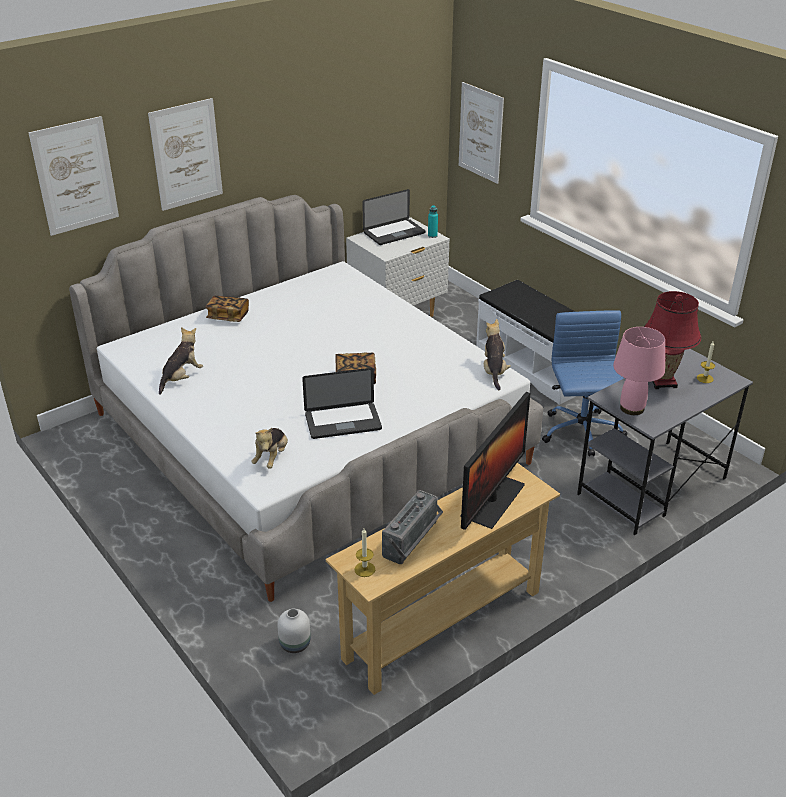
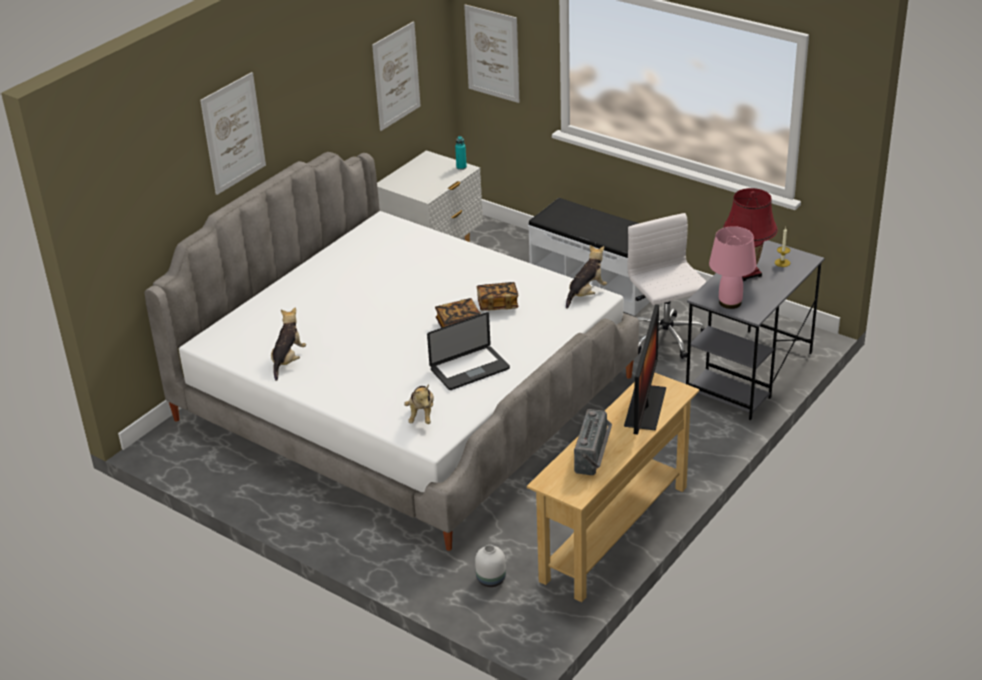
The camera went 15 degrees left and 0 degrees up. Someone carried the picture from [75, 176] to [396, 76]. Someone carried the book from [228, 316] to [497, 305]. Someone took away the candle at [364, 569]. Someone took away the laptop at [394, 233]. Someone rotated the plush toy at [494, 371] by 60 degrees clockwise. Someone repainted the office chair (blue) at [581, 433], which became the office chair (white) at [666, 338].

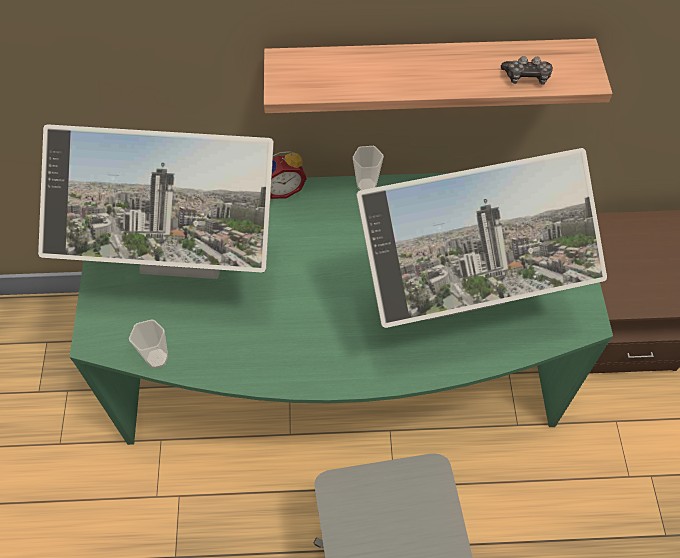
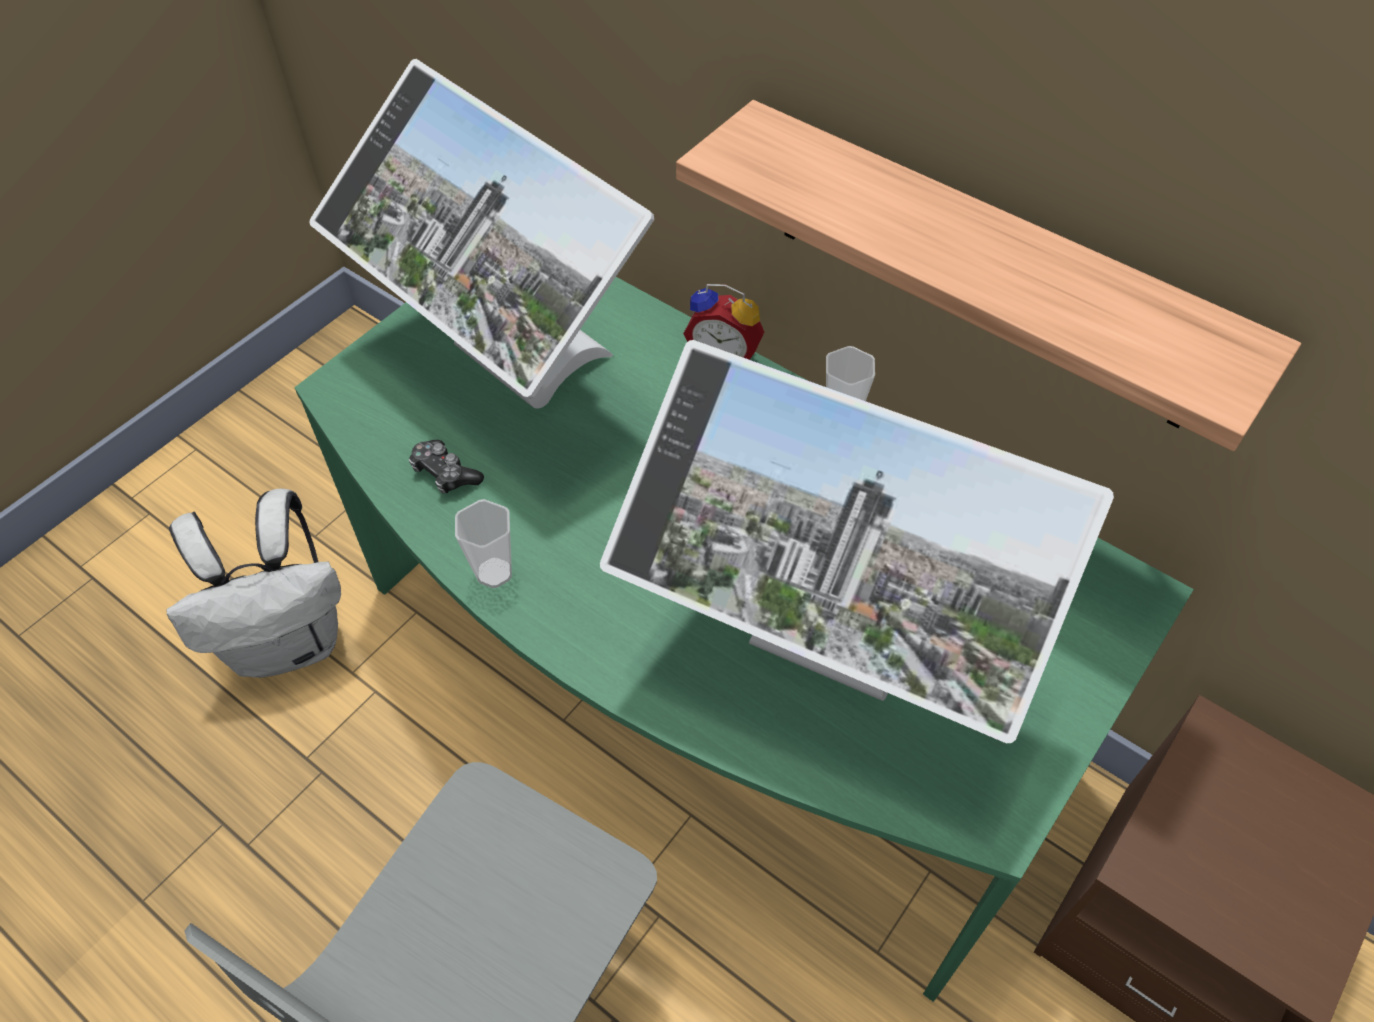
The camera went 40 degrees right and 5 degrees down. Someone carried the cup from [157, 358] to [494, 572]. Someone carried the game controller from [526, 77] to [445, 473]. Someone put down the backpack (white) at [290, 642].

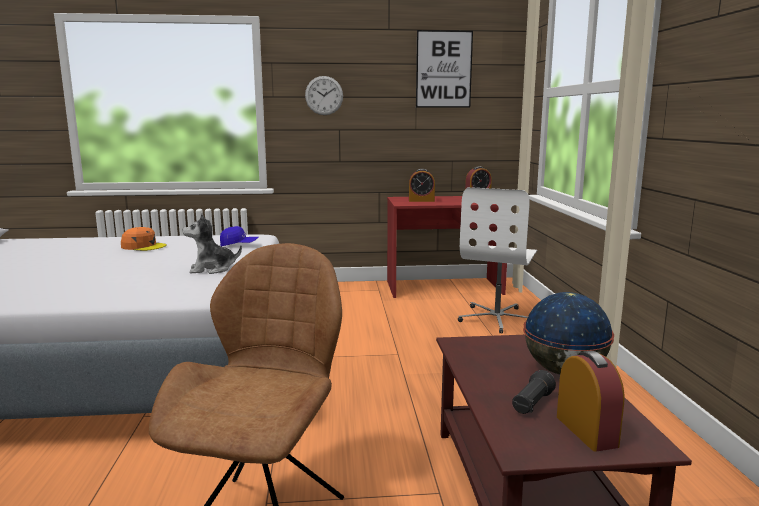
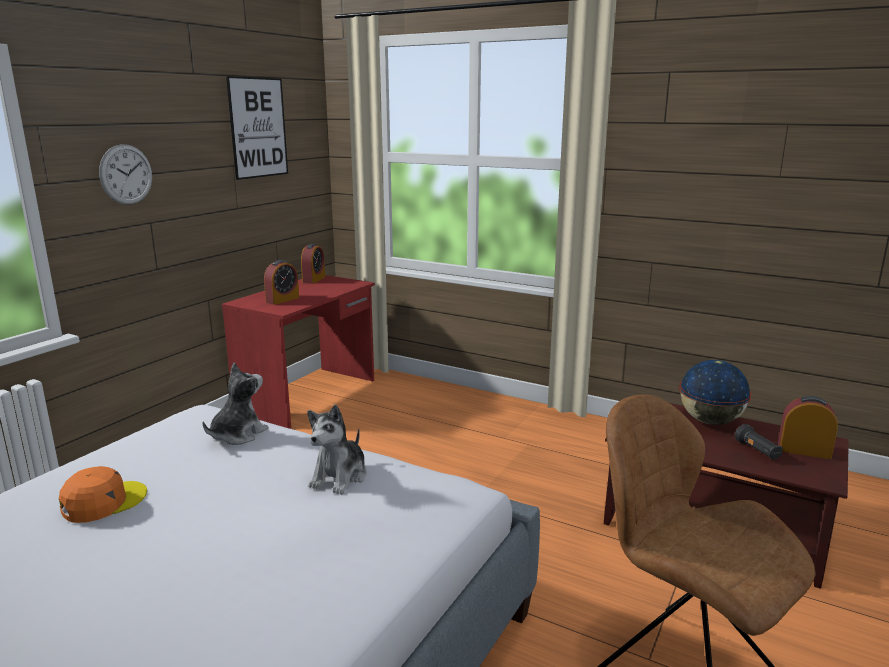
The camera went 55 degrees left and 5 degrees up. Someone swapped the cap (blue) at [239, 245] for the plush toy at [237, 434]. Someone took away the office chair (white) at [497, 319].

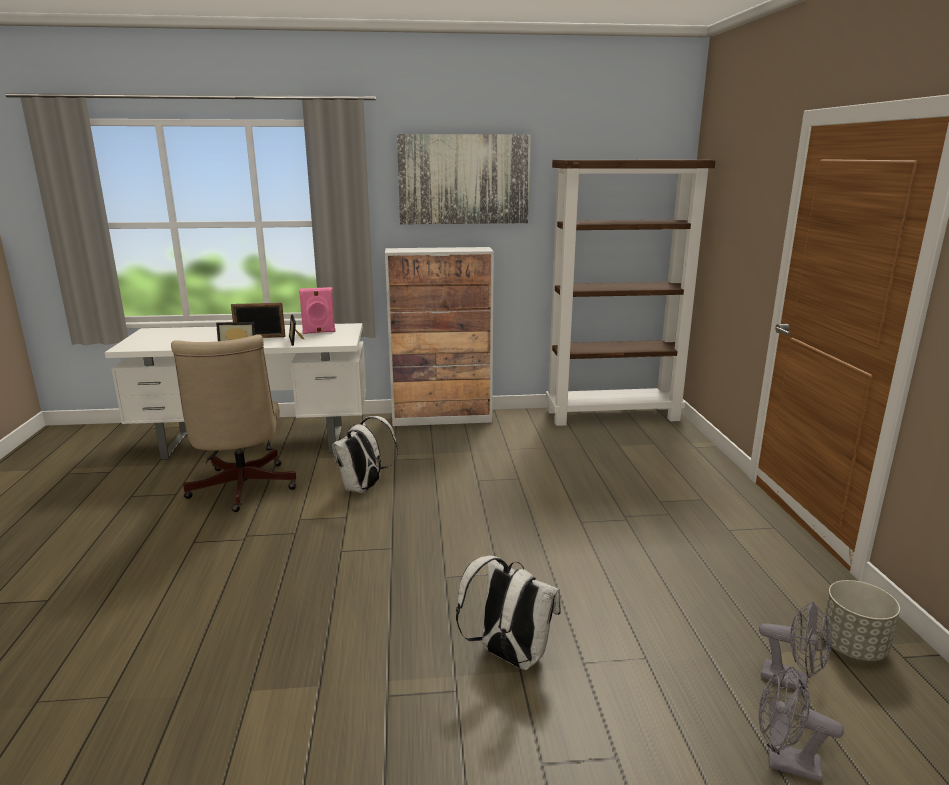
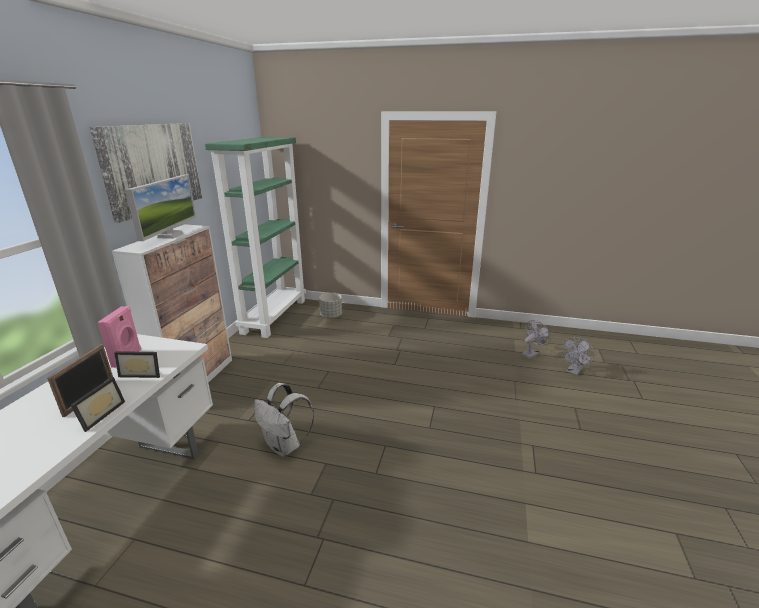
The camera went 70 degrees left and 5 degrees up. Someone took away the office chair (beige) at [241, 490]. Someone took away the backpack (white) at [508, 656]. Someone repainted the bookcase (brown) at [613, 415], which became the bookcase (green) at [274, 316]. Someone carried the planter (grey) from [852, 647] to [331, 316]. Someone put down the monitor at [170, 235].

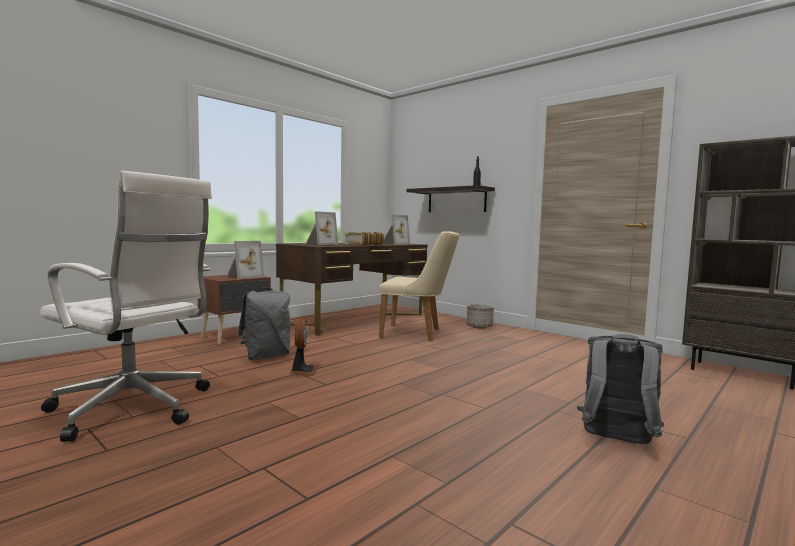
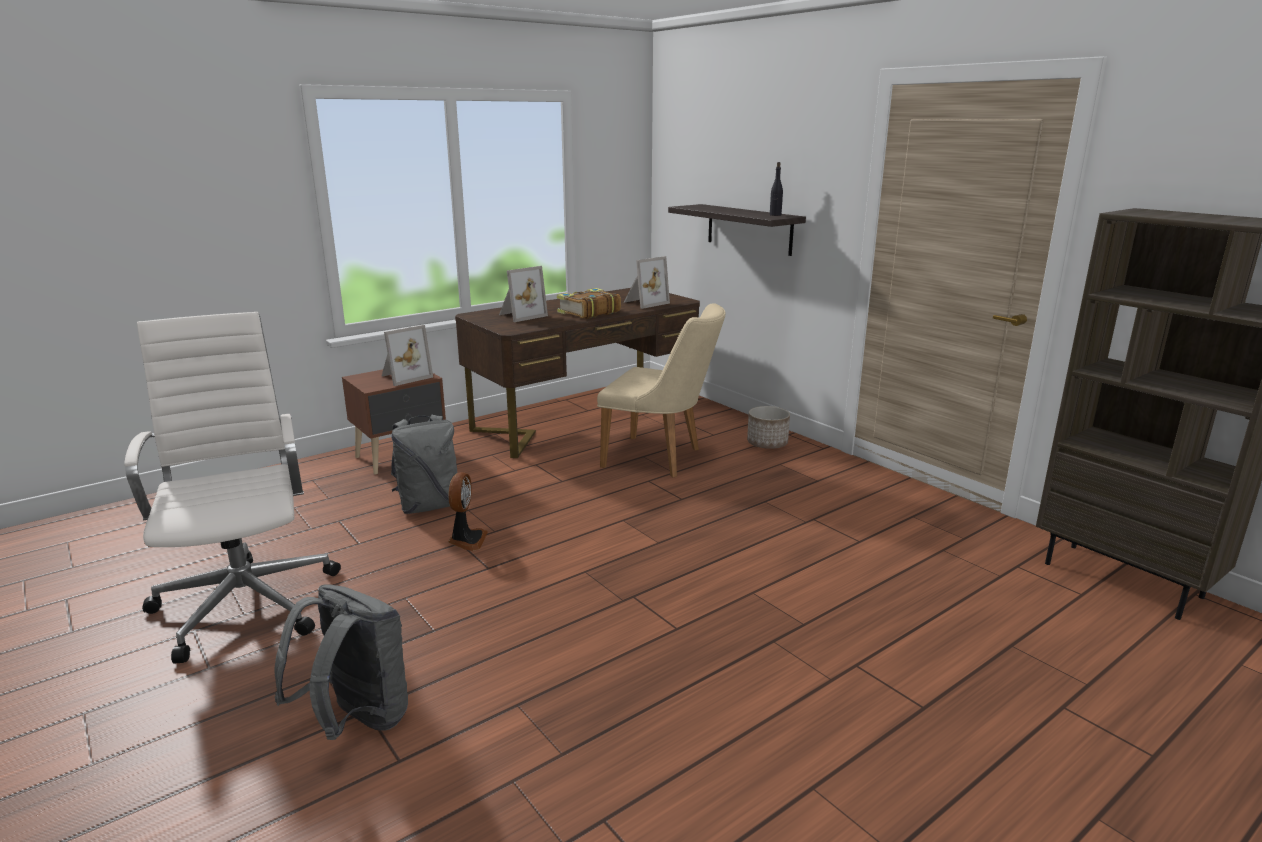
The camera went 10 degrees right and 15 degrees up. Someone rotated the office chair (white) at [134, 409] by 150 degrees counterclockwise. Someone carried the backpack (grey) from [616, 441] to [357, 721].

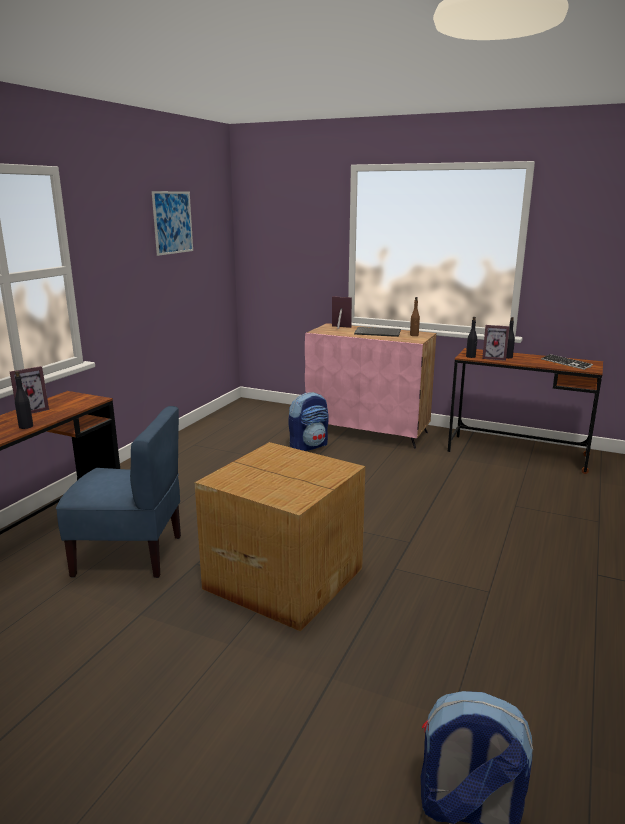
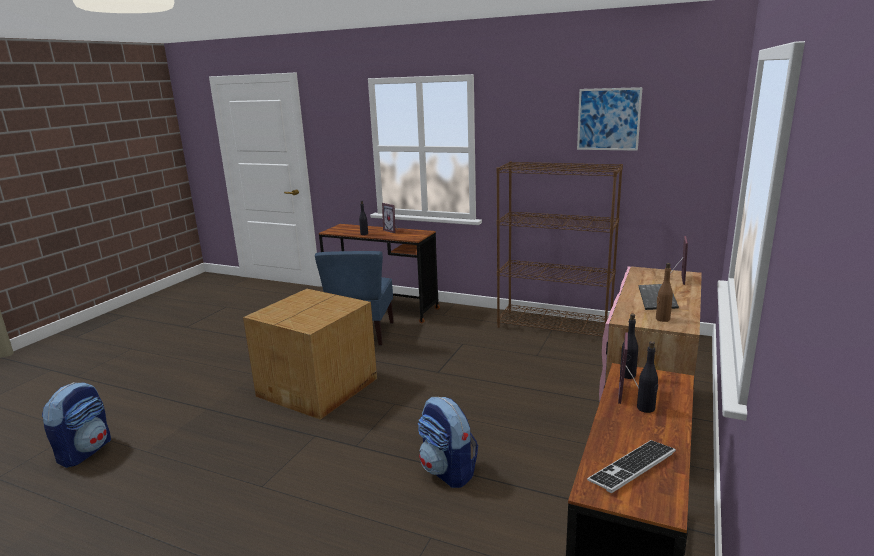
The camera went 90 degrees right and 0 degrees up. Someone carried the backpack from [309, 446] to [448, 471]. Someone put down the bookcase (brown) at [554, 326].

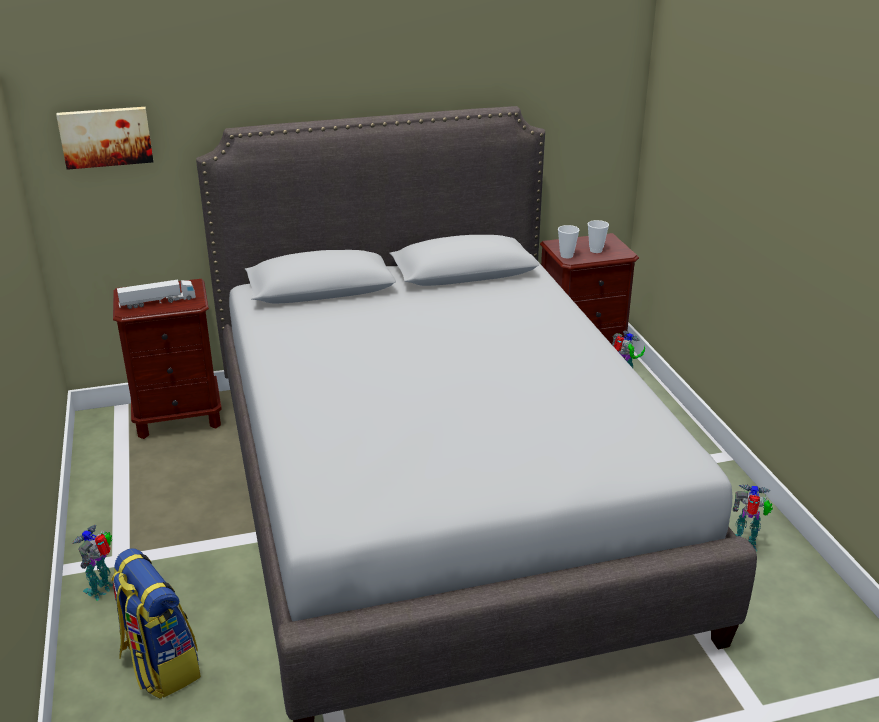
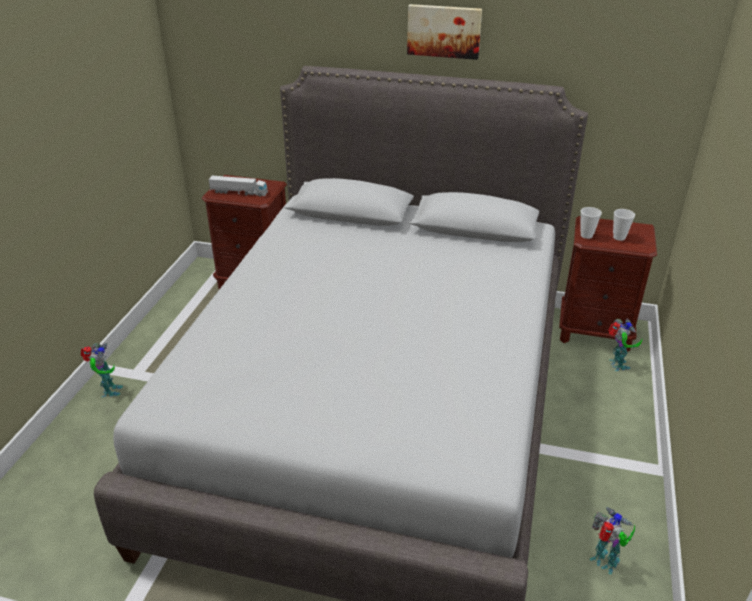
The camera went 30 degrees right and 5 degrees up. Someone carried the picture from [106, 136] to [444, 31]. Someone rotated the toy robot at [102, 589] by 120 degrees clockwise. Someone took away the backpack at [159, 665].

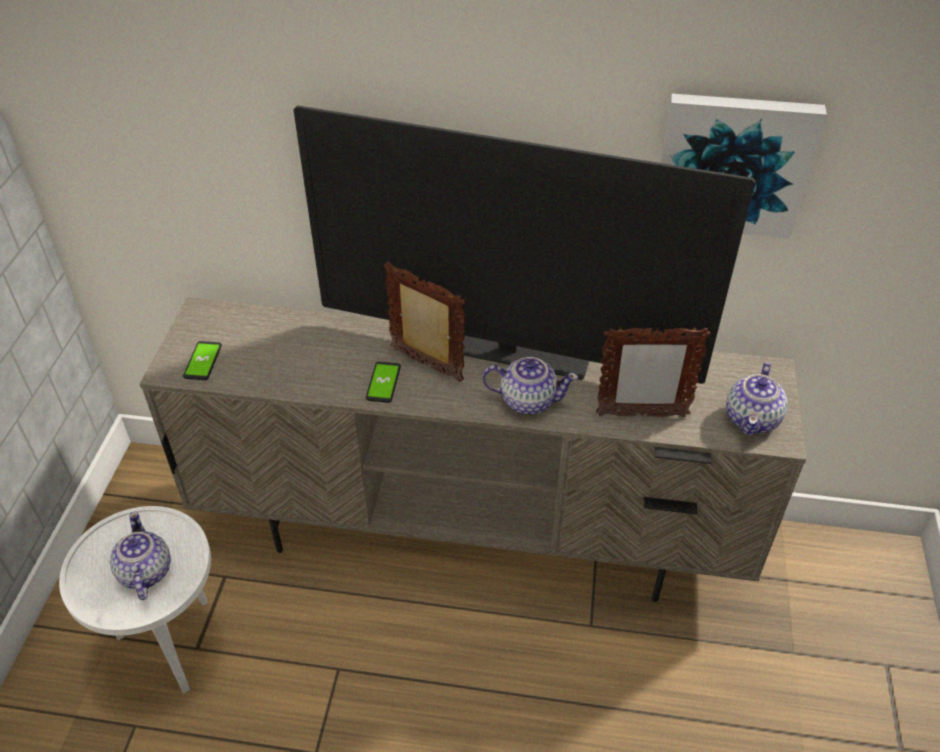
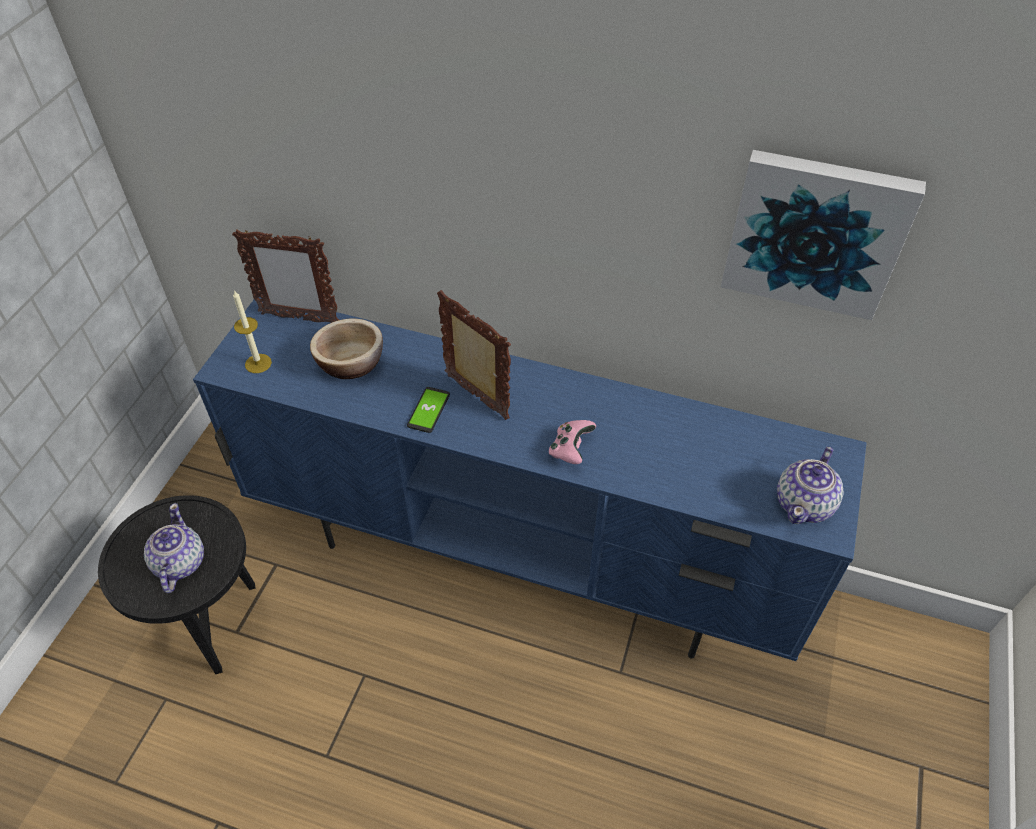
The camera went 10 degrees right and 5 degrees up. Someone repainted the side table (white) at [172, 648], which became the side table (black) at [214, 628]. Someone repainted the tv stand (beige) at [473, 535], which became the tv stand (blue) at [522, 559]. Someone swapped the phone at [203, 361] for the candle at [258, 363]. Someone took away the television at [506, 353]. Someone swapped the teapot at [527, 400] for the game controller (pink) at [570, 449]. Someone carried the picture frame from [641, 415] to [299, 318]. Someone put down the bowl at [351, 363].

